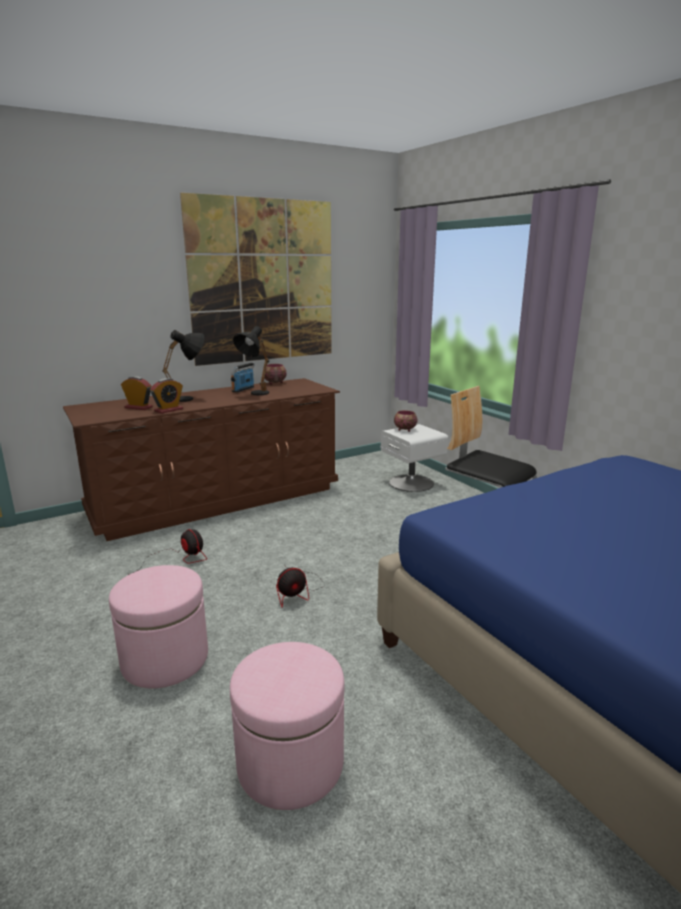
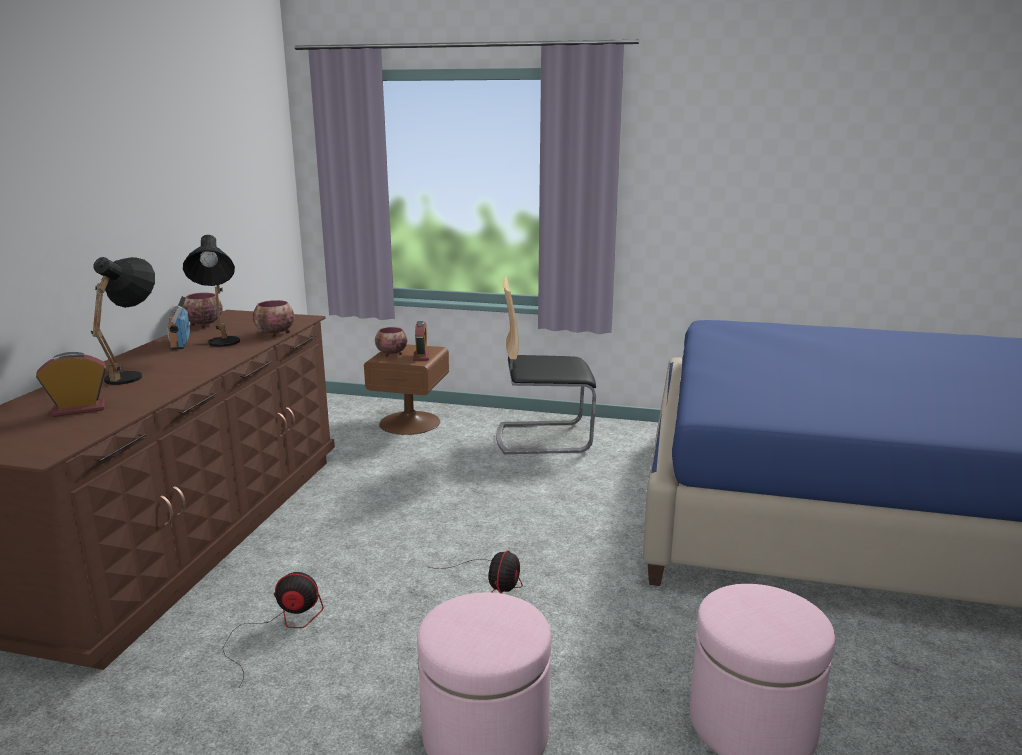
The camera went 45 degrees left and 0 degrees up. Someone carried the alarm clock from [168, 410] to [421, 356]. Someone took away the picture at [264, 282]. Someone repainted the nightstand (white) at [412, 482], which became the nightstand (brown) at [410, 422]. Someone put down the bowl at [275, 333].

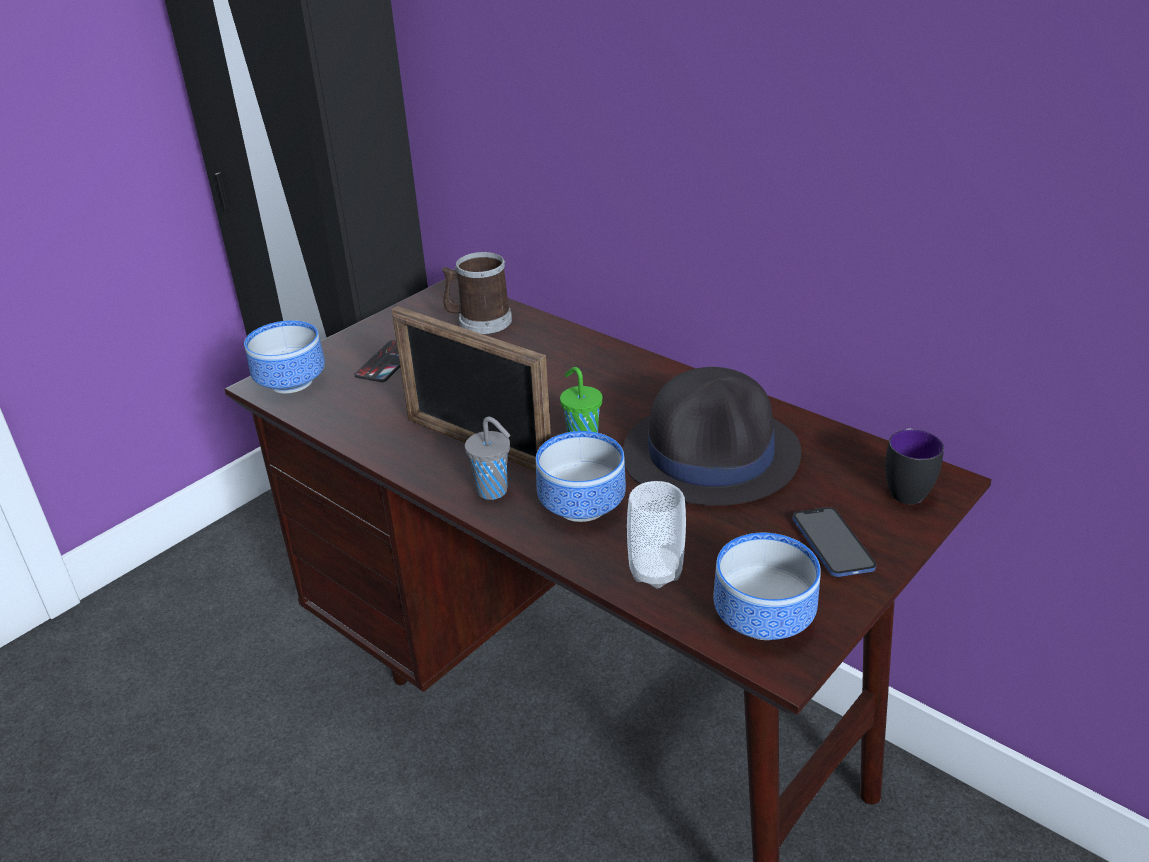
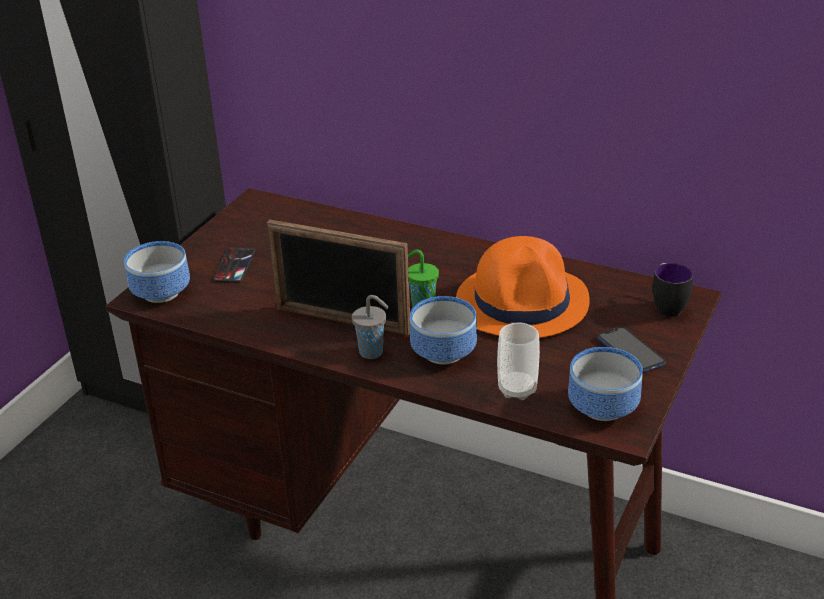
The camera went 15 degrees left and 0 degrees up. Someone took away the mug at [479, 321]. Someone repainted the hat (black) at [712, 454], which became the hat (orange) at [523, 302].

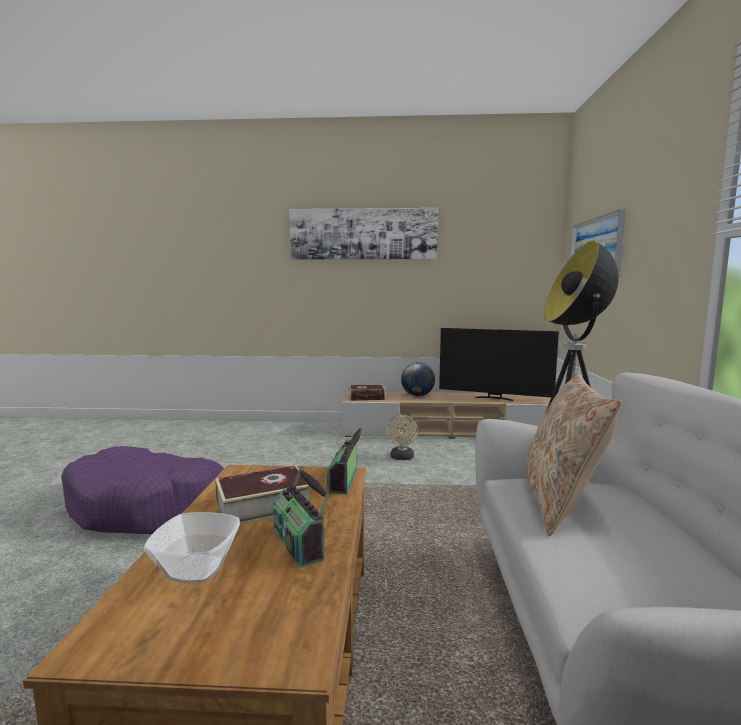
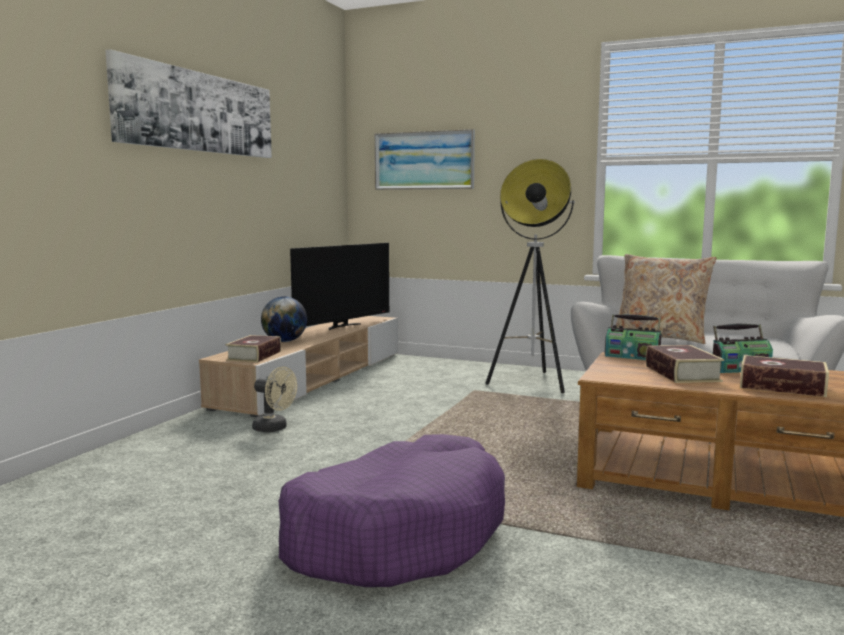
The camera went 70 degrees left and 0 degrees up. Someone swapped the bowl at [198, 569] for the book at [782, 386]. Someone carried the fan (beige) from [402, 458] to [274, 428].

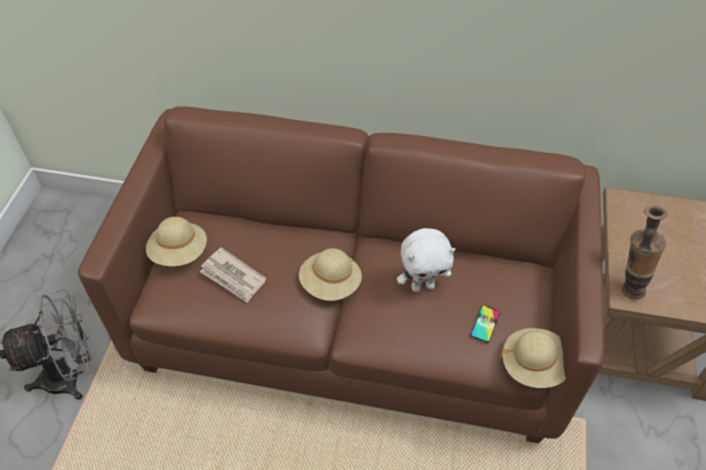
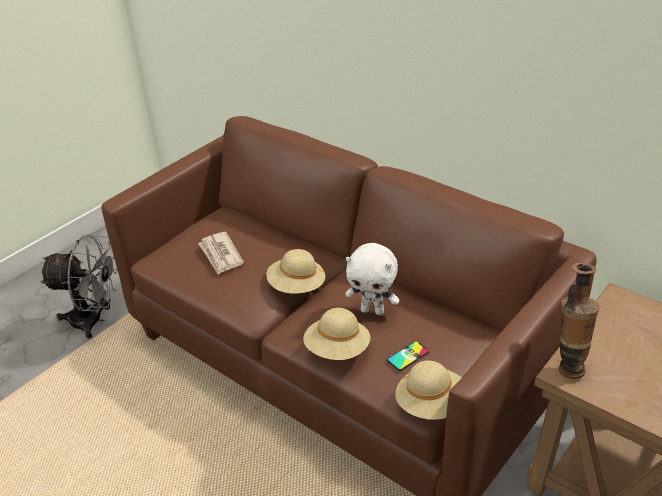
The camera went 30 degrees right and 15 degrees down. Someone carried the hat (beige) from [179, 252] to [337, 350].

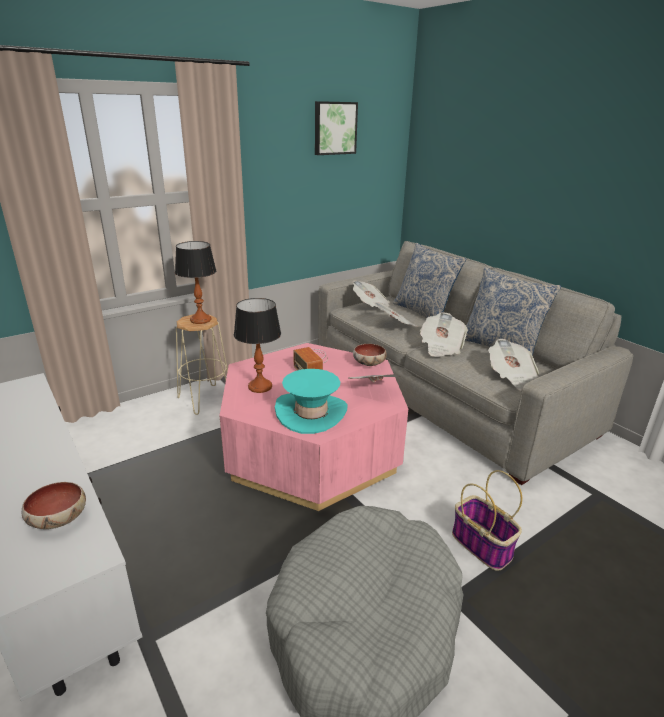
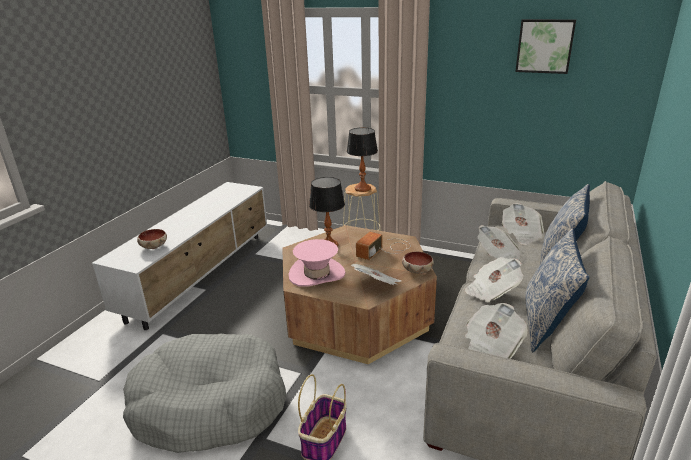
The camera went 60 degrees right and 0 degrees up. Someone repainted the coffee table (pink) at [312, 449], which became the coffee table (brown) at [356, 315]. Someone repainted the hat (turquoise) at [311, 413], which became the hat (pink) at [317, 274].

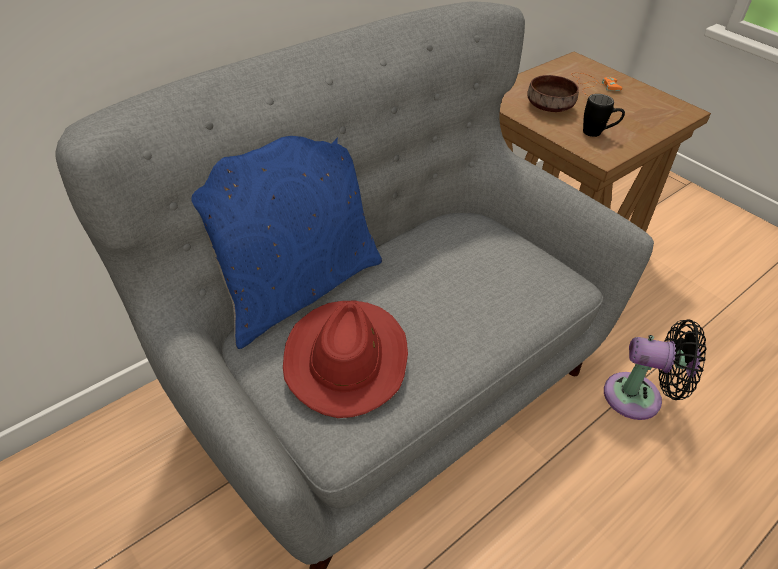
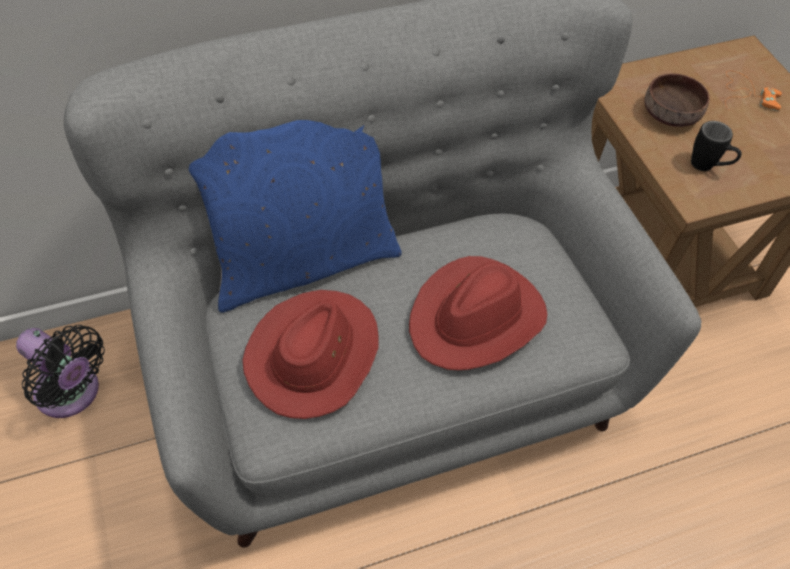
The camera went 20 degrees right and 10 degrees up. Someone carried the fan (black) from [639, 398] to [71, 394]. Someone put down the hat (red) at [476, 318].

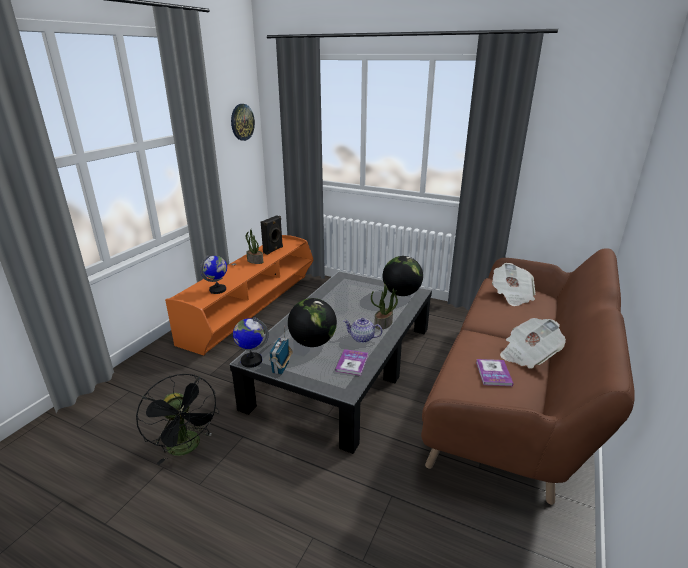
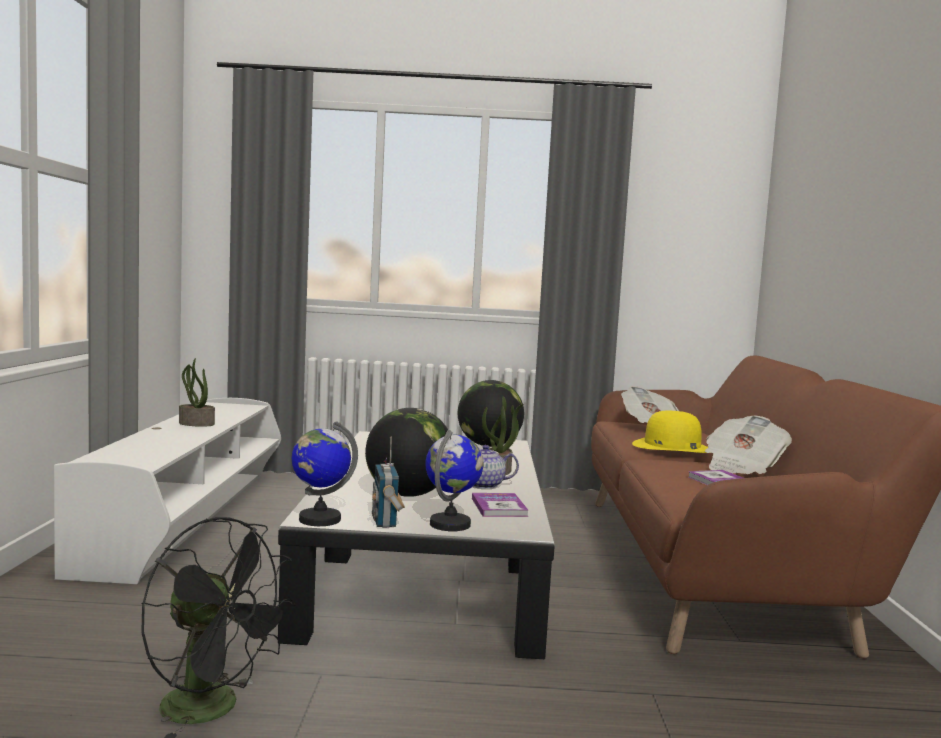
The camera went 25 degrees left and 20 degrees down. Someone repainted the tv stand (orange) at [253, 308], which became the tv stand (white) at [191, 518]. Someone carried the globe from [218, 290] to [450, 524]. Someone took away the wall clock at [242, 122]. Someone took away the speaker (black) at [273, 250]. Someone put down the hat (yellow) at [671, 447].

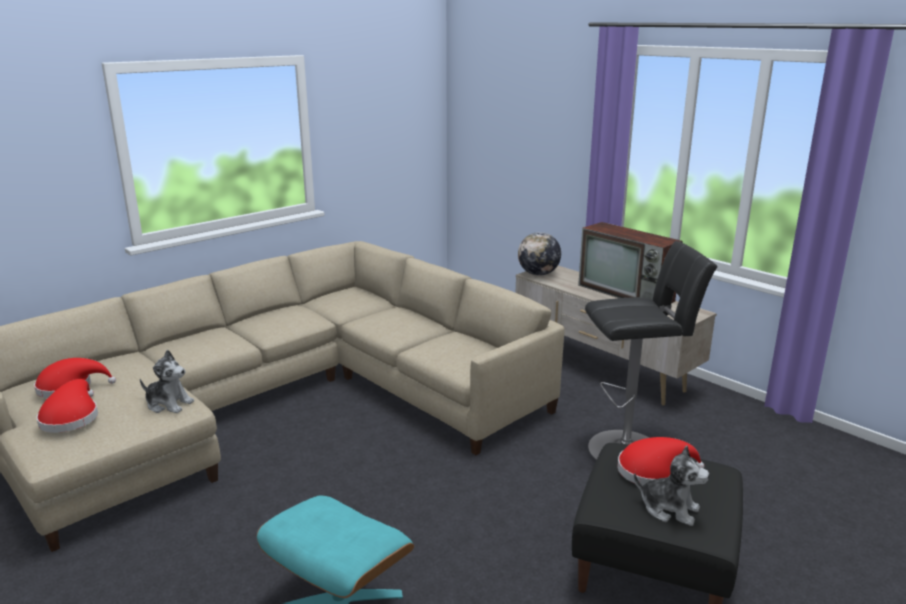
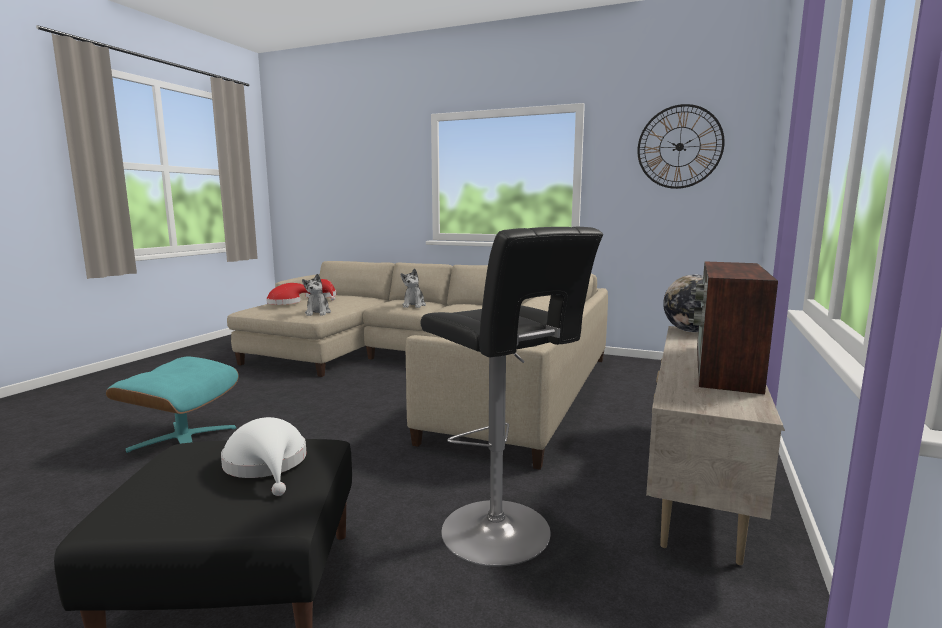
The camera went 65 degrees right and 10 degrees down. Someone repainted the hat (red) at [653, 471], which became the hat (white) at [267, 465]. Someone carried the plush toy from [669, 509] to [414, 305]. Someone put up the wall clock at [679, 147].

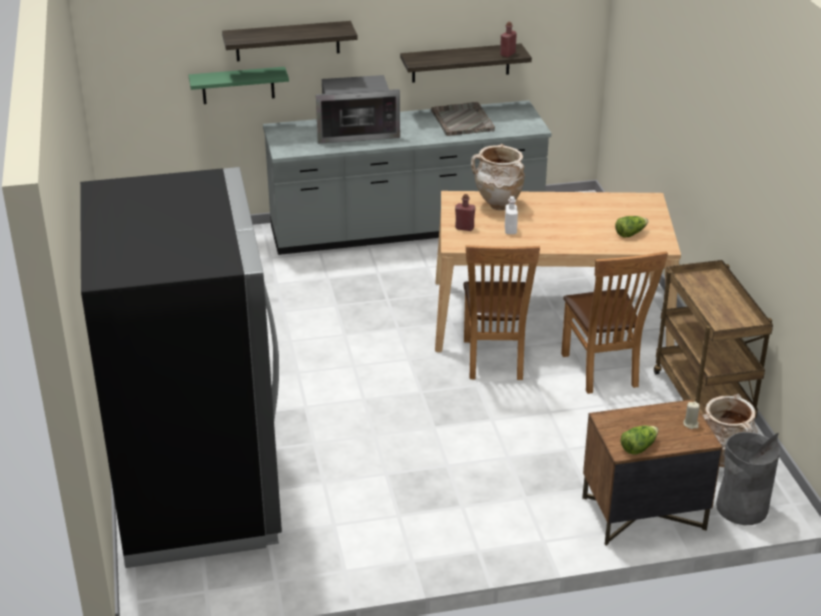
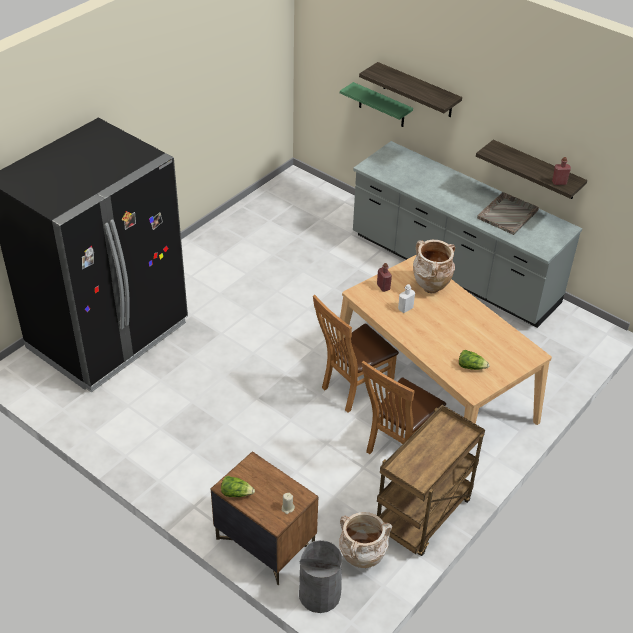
The camera went 50 degrees right and 10 degrees up. Someone took away the microwave at [356, 131].

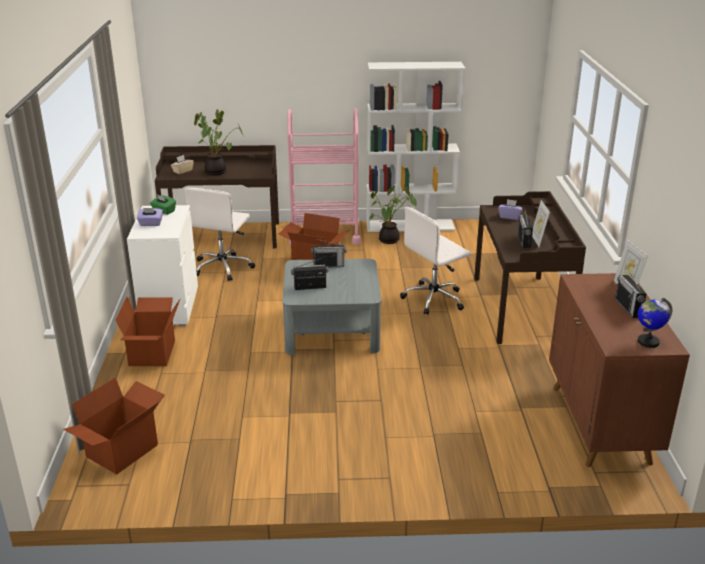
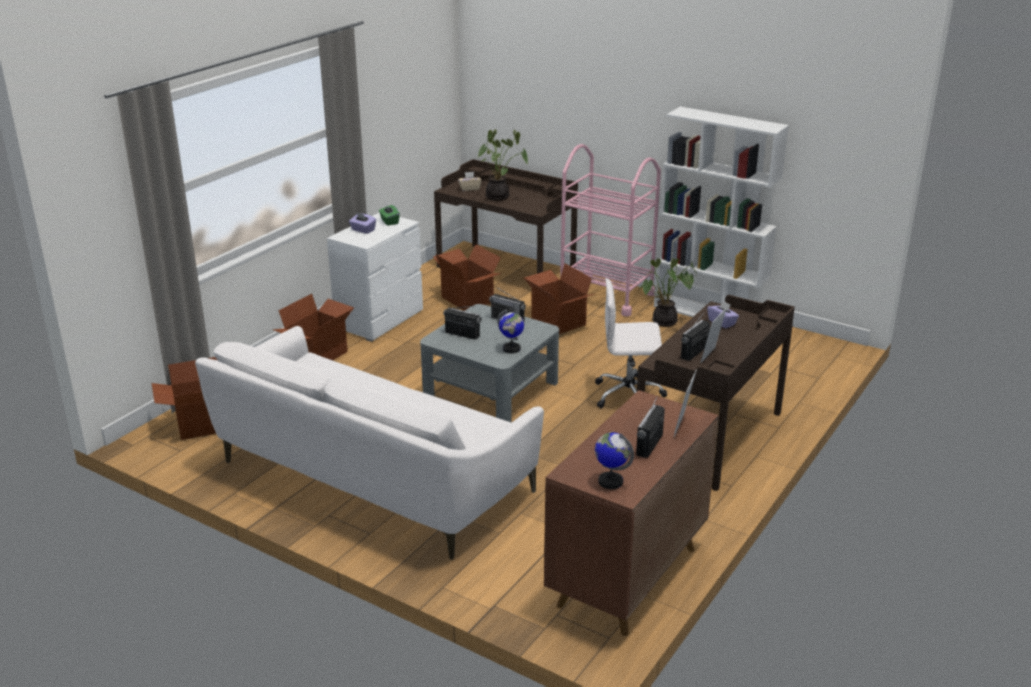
The camera went 35 degrees right and 0 degrees up. Someone swapped the office chair (white) at [223, 267] for the cardboard box at [468, 299]. Someone put down the sofa (white) at [370, 478]. Someone put down the globe at [511, 349].

